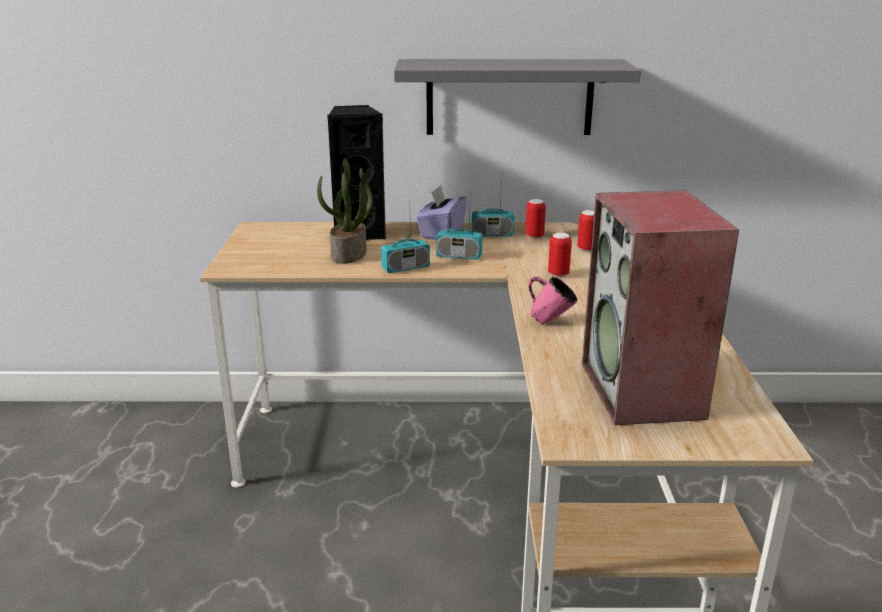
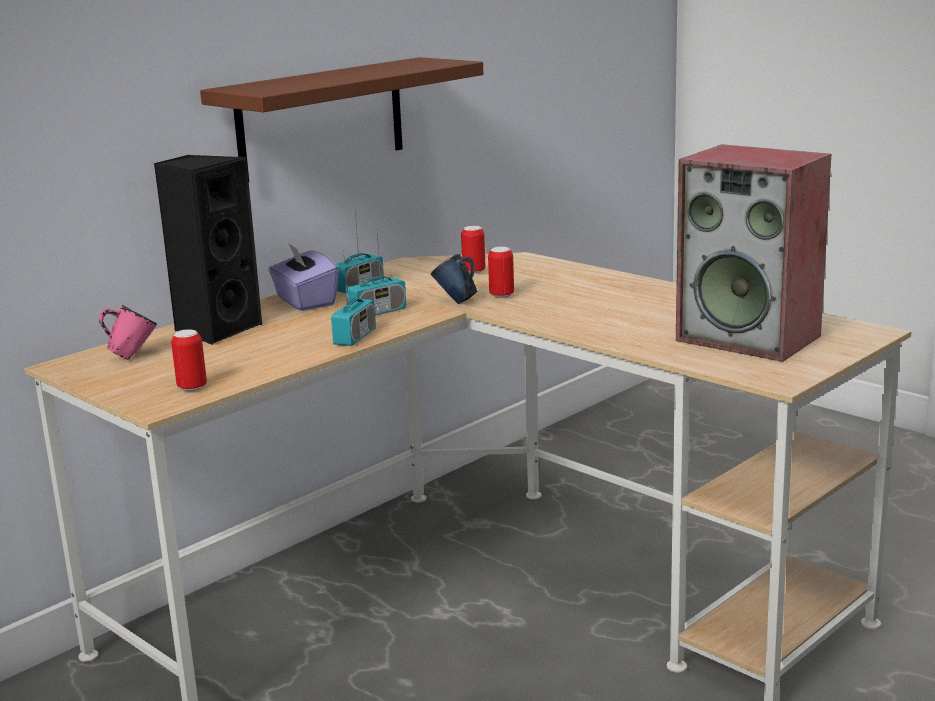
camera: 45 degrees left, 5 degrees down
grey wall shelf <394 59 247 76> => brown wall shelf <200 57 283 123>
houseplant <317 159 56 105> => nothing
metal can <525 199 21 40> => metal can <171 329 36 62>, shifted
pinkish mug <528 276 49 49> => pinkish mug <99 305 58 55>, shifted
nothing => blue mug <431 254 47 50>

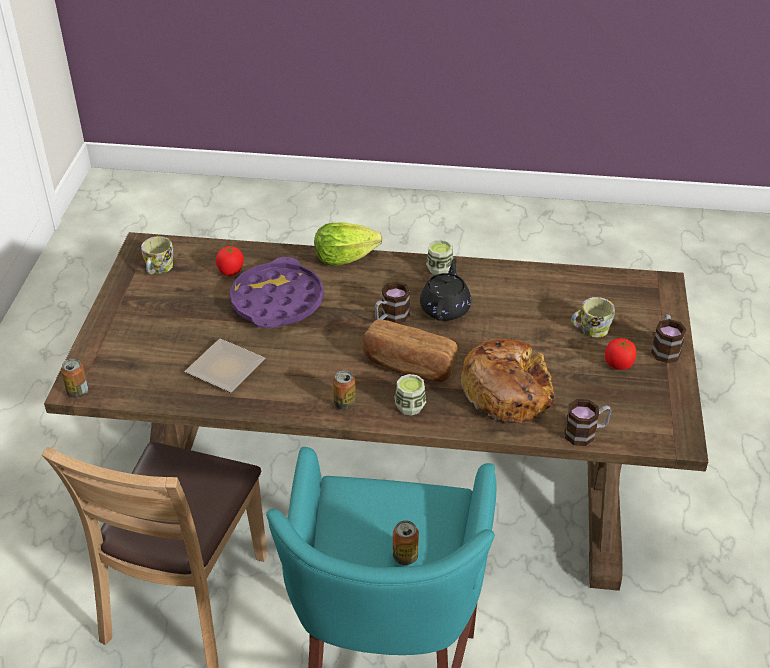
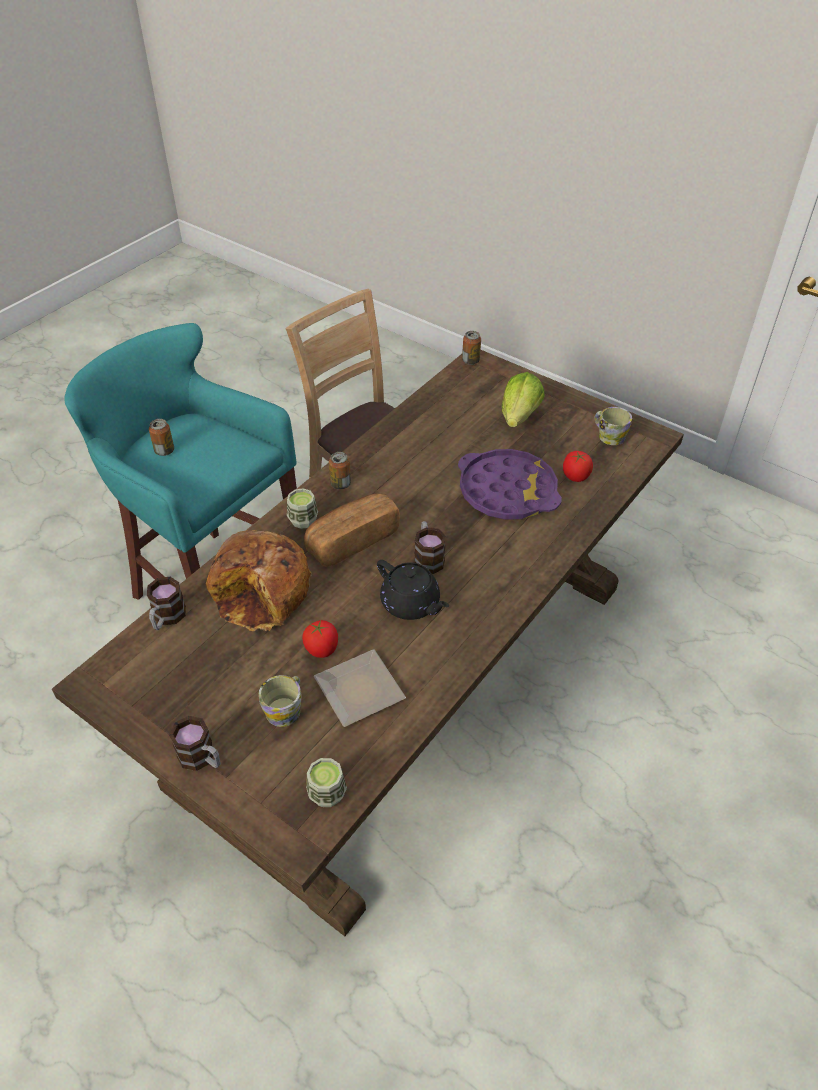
camera: 120 degrees right, 5 degrees up
lettuce <314 222 68 44> => lettuce <502 372 43 55>, shifted
cup <426 240 27 35> => cup <306 758 41 49>, shifted
whole tomato <605 338 31 32> => whole tomato <302 620 36 38>, shifted
flat dish <185 339 81 54> => flat dish <314 649 92 78>, shifted

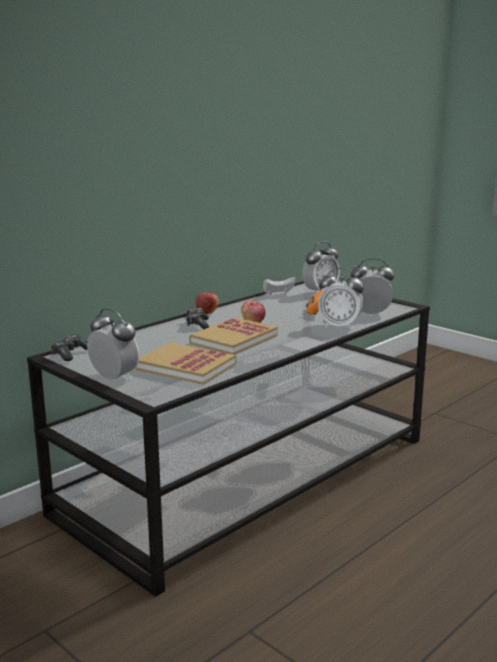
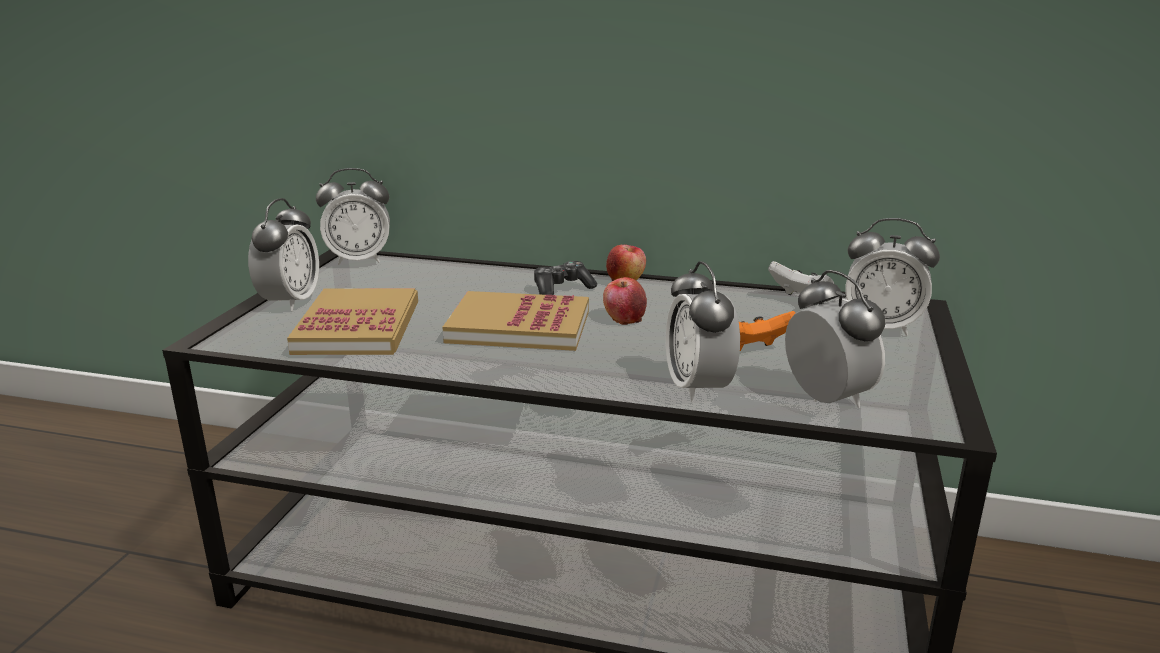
camera: 60 degrees right, 5 degrees up
joypad <51 335 36 26> => alarm clock <316 168 74 97>

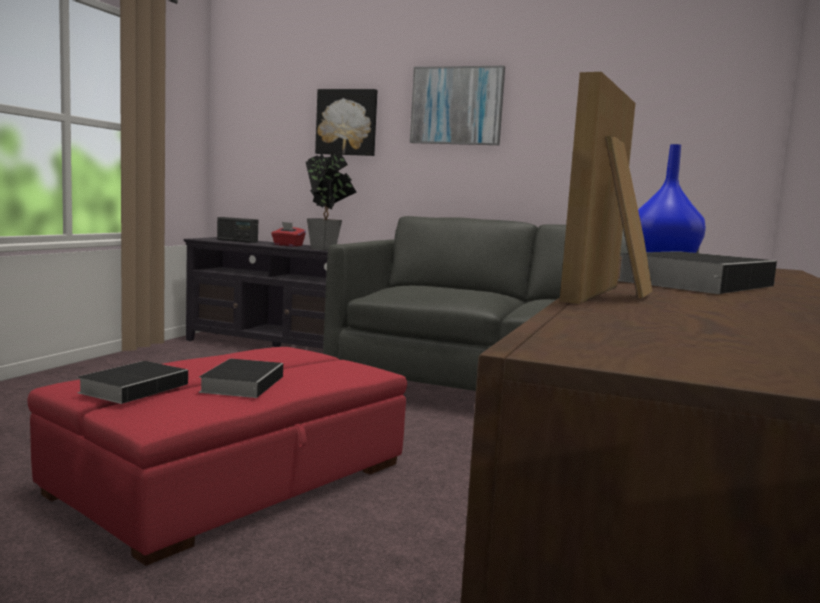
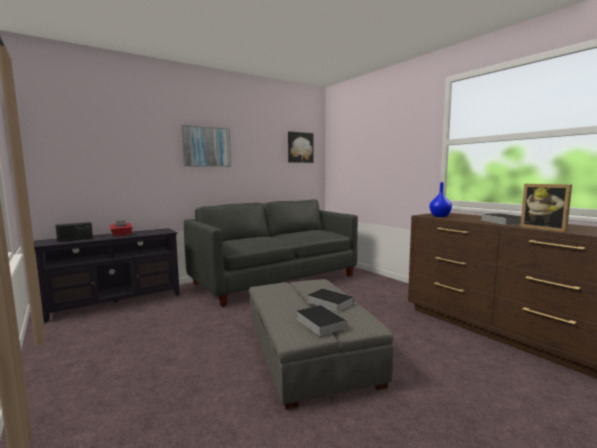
camera: 55 degrees left, 0 degrees up
wall art <315 89 62 67> => wall art <288 131 26 32>, shifted
houseplant <306 151 50 99> => nothing
reddish pouffe <27 347 380 219> => grey pouffe <249 279 145 130>

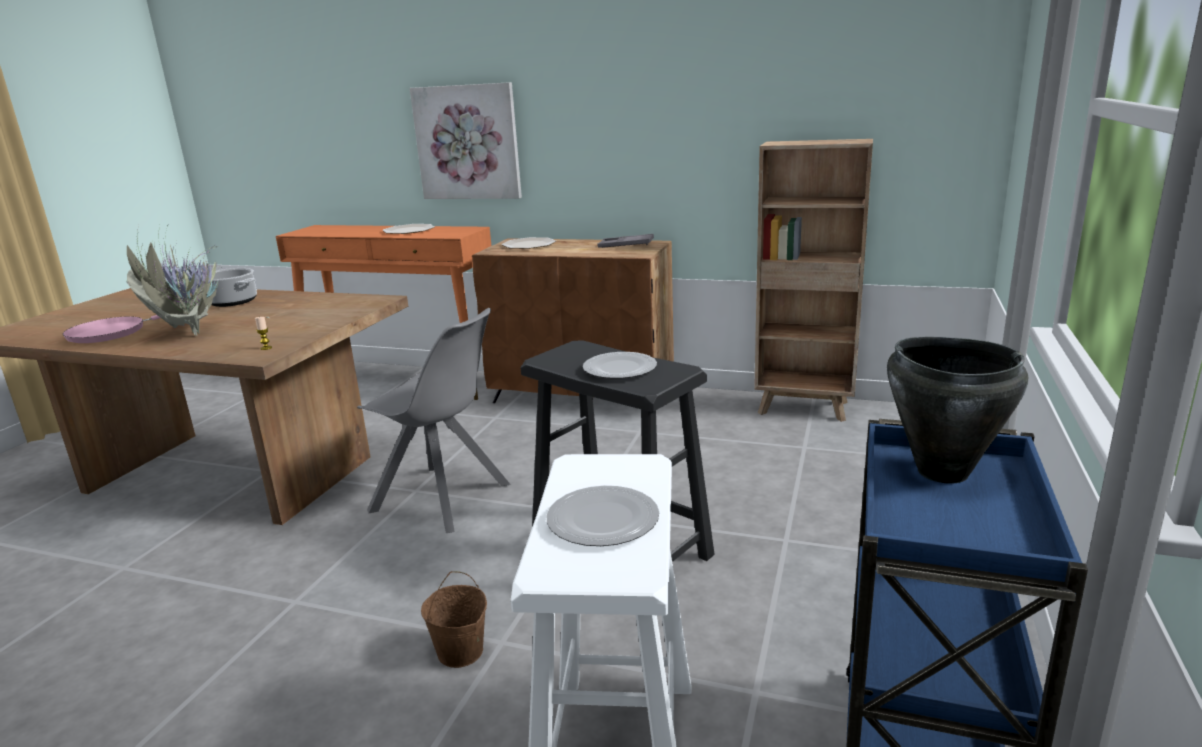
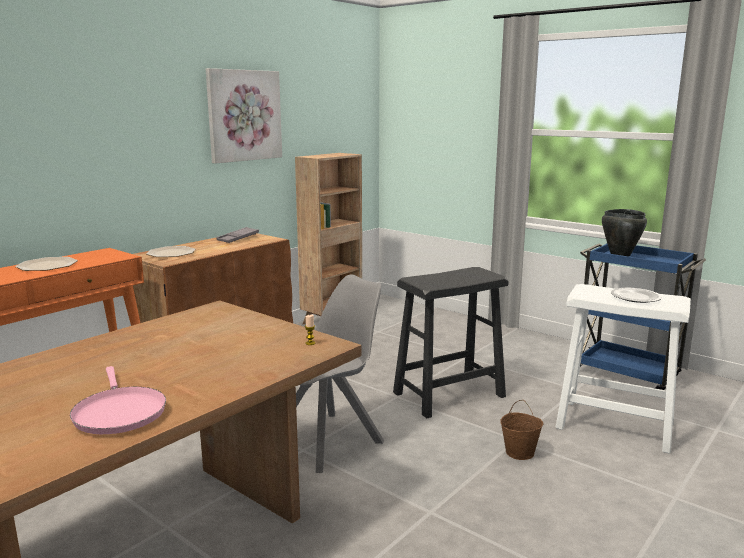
camera: 70 degrees left, 5 degrees down
wall art <410 82 112 117> => wall art <206 68 76 96>, shifted
houseplant <126 223 143 113> => nothing
saucepot <212 268 45 39> => nothing
flat dish <583 352 74 27> => nothing

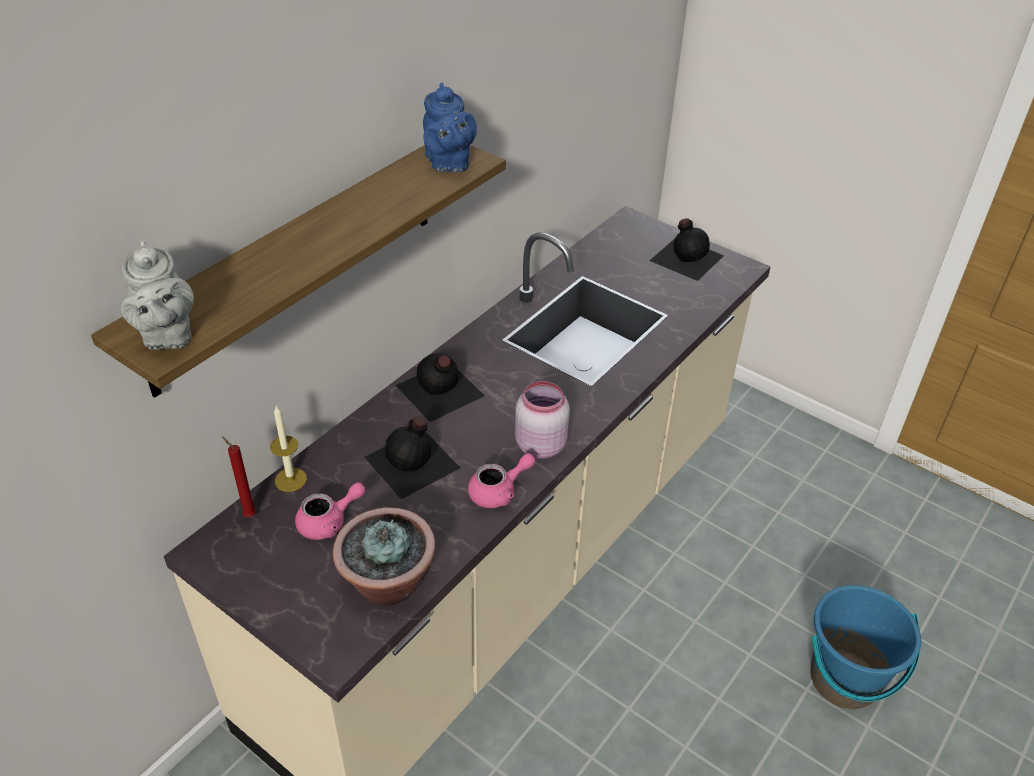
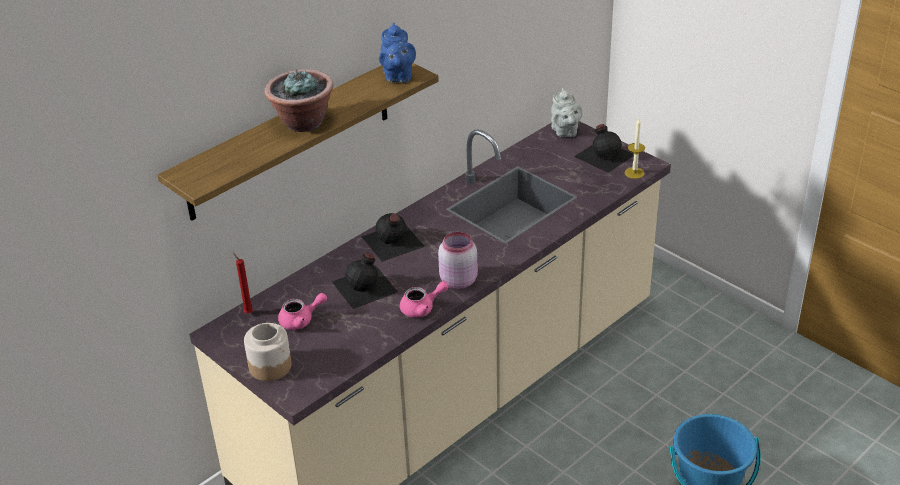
camera: 10 degrees right, 5 degrees down
grey tea pot <121 240 73 110> => grey tea pot <551 88 32 49>, shifted
candle <270 406 37 86> => candle <625 119 20 60>, shifted
houseplant <333 507 103 99> => houseplant <264 69 70 63>, shifted
nothing => storage jar <244 323 48 58>

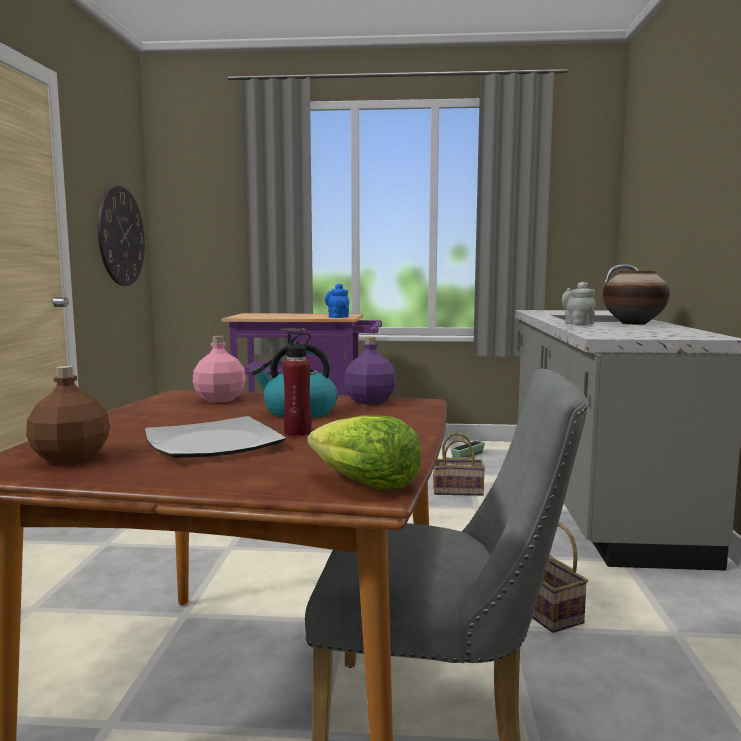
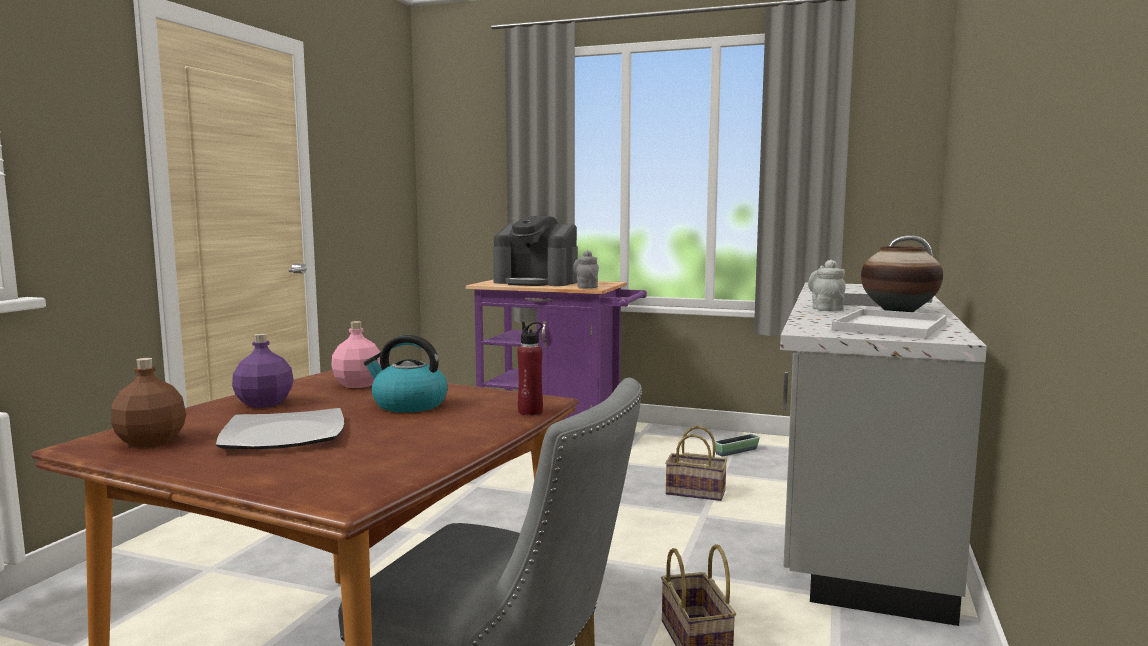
camera: 15 degrees right, 0 degrees up
clock on the wall <98 186 47 100> => nothing
blue tea pot <325 283 24 35> => grey tea pot <573 250 26 39>
reddish bottle <283 333 28 103> => reddish bottle <517 322 26 94>, shifted
purplish bottle <344 337 52 68> => purplish bottle <232 333 62 75>, shifted
lettuce <308 415 113 75> => nothing
nothing => coffee machine <493 216 85 70>
nothing => whitish tray <832 309 115 30>

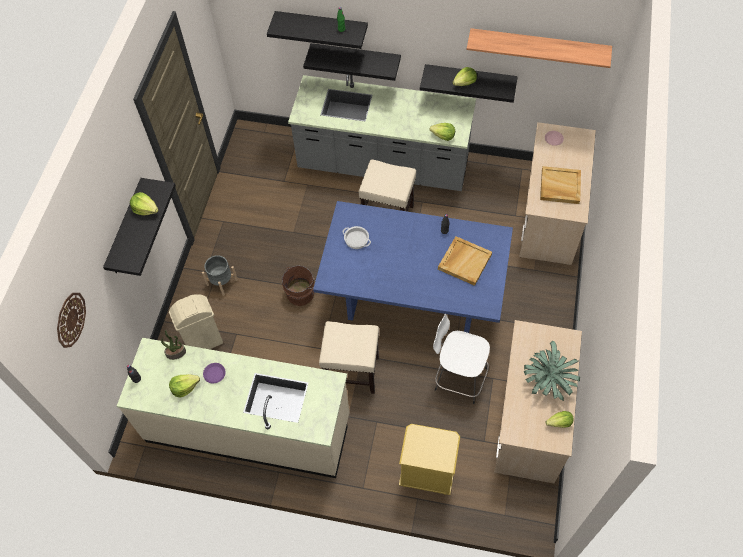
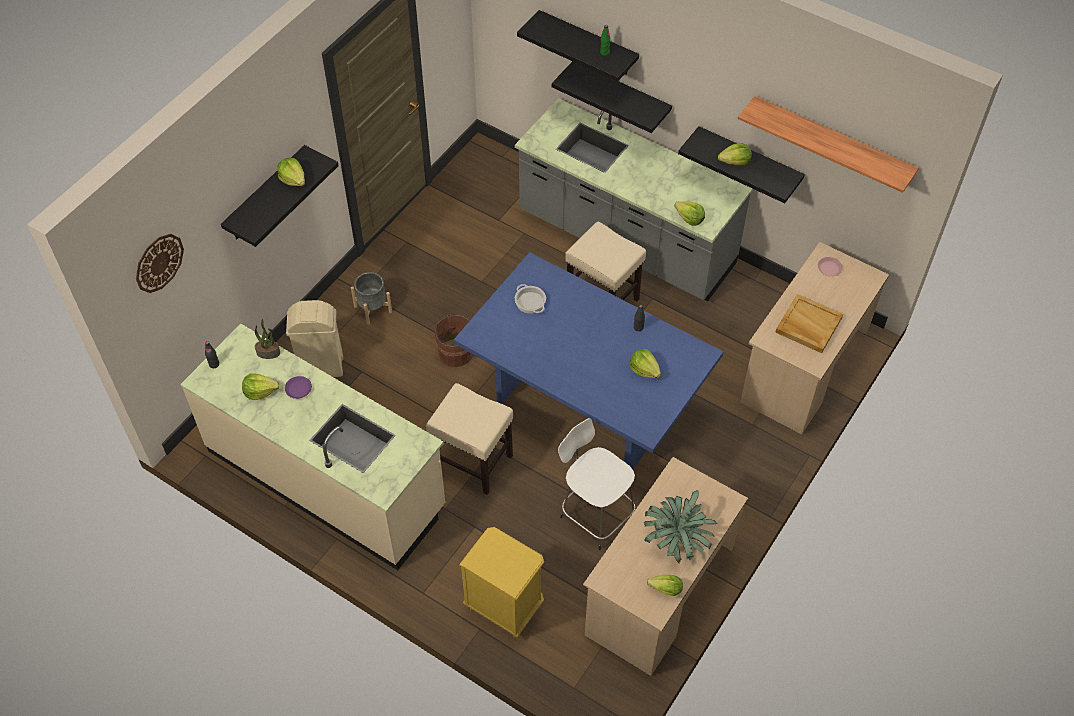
camera: 20 degrees right, 5 degrees down
beige tray <438 236 54 50> => lettuce <630 349 31 29>

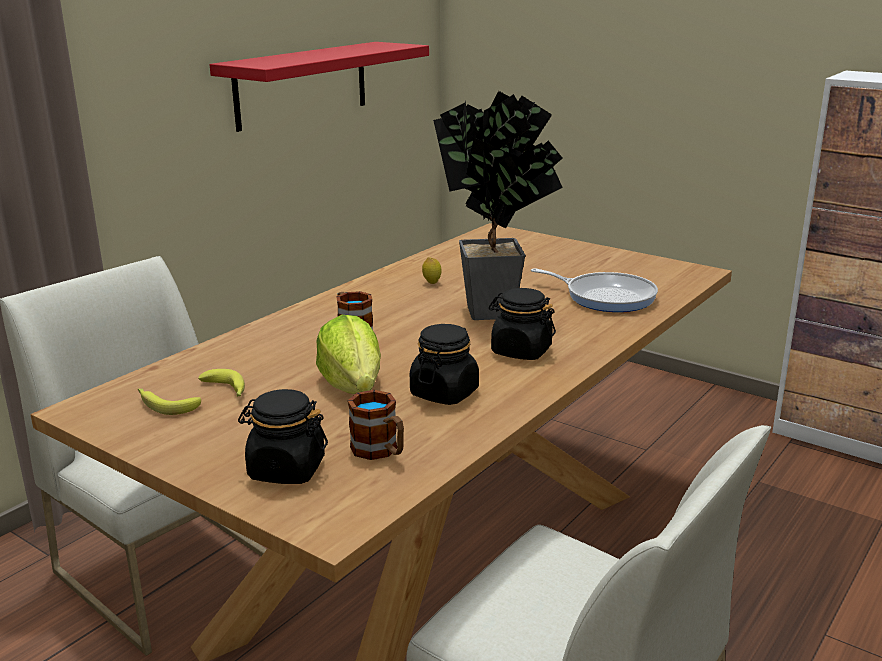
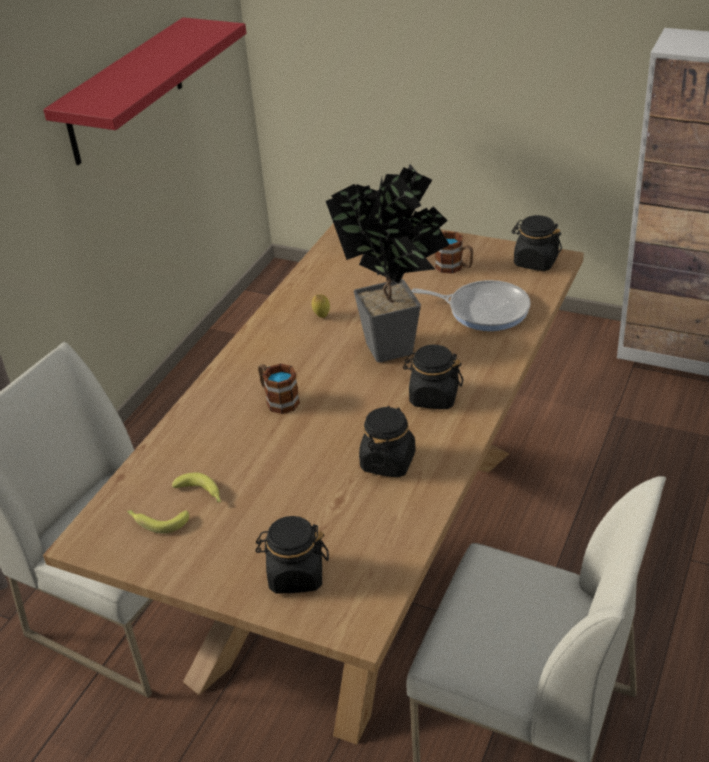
camera: 10 degrees left, 15 degrees up
lettuce <316 315 65 79> => nothing
mug <348 390 56 70> => mug <435 231 38 42>, shifted
nothing => black-coloured storage jar <511 215 51 56>

